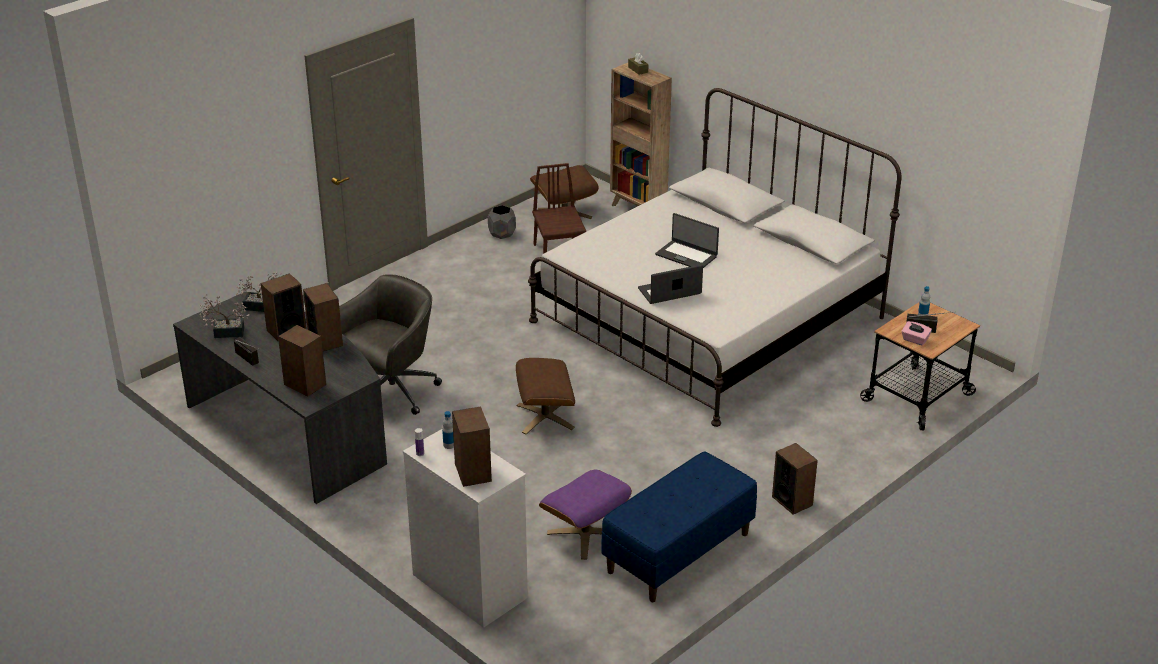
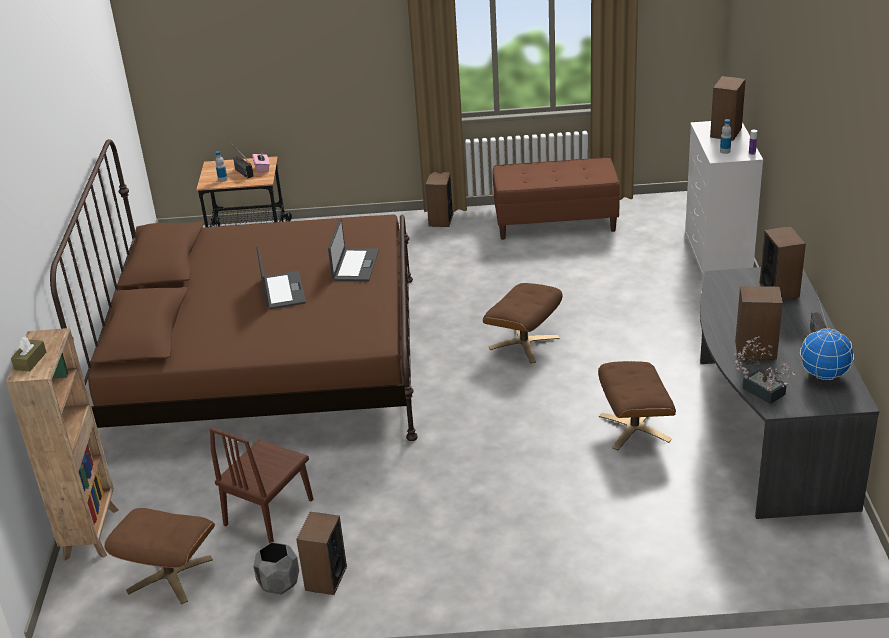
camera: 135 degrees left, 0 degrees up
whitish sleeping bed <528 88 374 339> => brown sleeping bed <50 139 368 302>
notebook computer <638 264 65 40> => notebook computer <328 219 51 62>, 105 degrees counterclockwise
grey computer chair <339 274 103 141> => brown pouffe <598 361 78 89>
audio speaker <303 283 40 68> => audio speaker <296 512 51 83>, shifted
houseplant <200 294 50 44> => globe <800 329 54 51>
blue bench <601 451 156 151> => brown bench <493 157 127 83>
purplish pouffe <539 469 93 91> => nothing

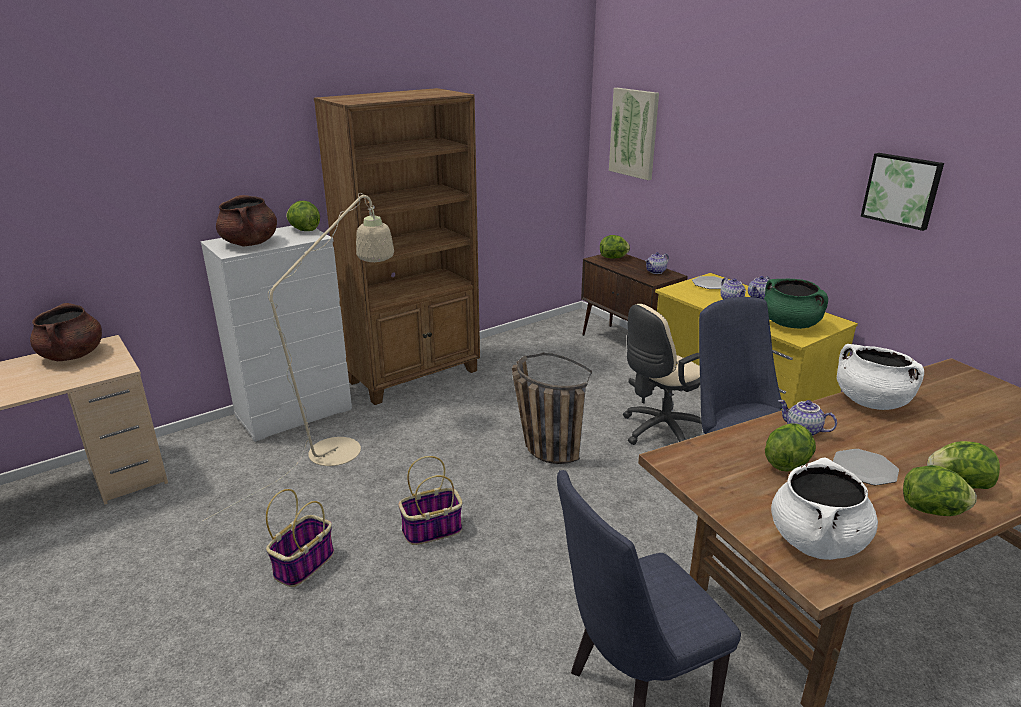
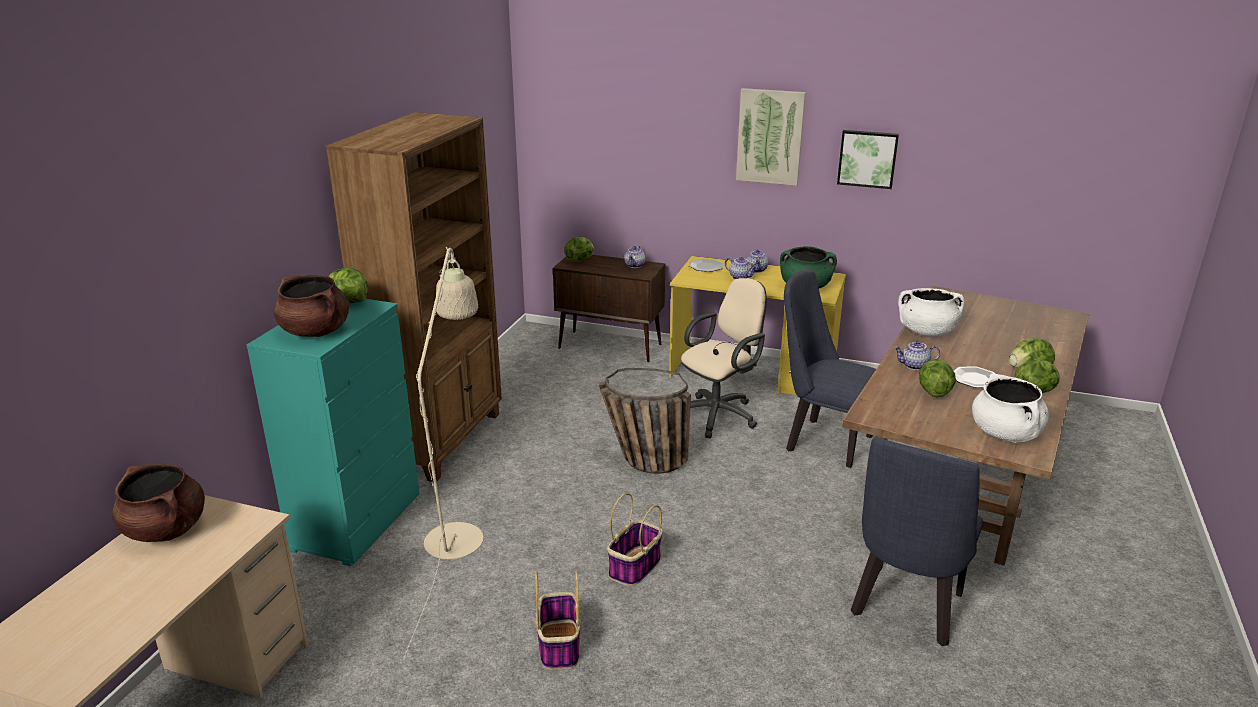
camera: 35 degrees left, 0 degrees up
wall art <609 88 50 92> => wall art <736 88 70 98>, shifted
whitish drawer chest <201 226 151 216> => turquoise drawer chest <247 299 172 267>
beige computer chair <623 304 79 141> => beige computer chair <681 278 85 160>, 150 degrees counterclockwise

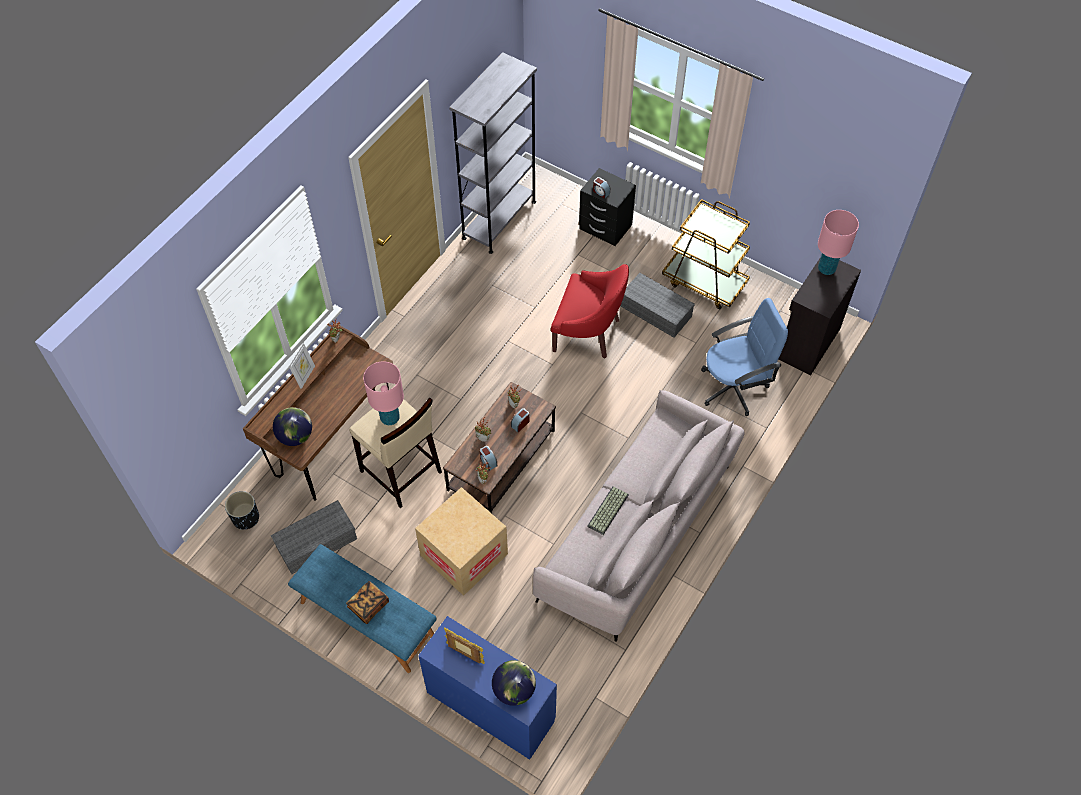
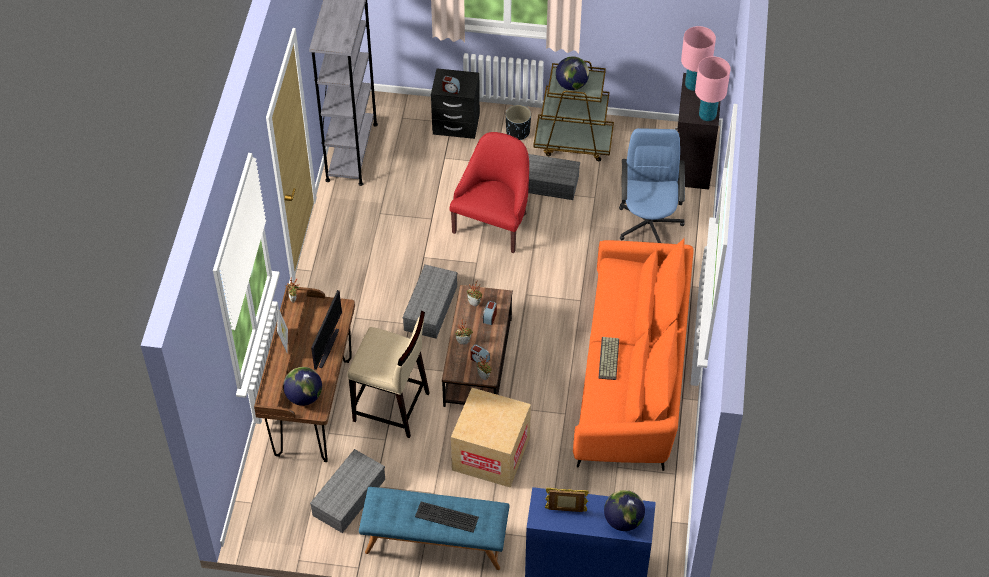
camera: 25 degrees left, 5 degrees down
reddish easy chair <551 264 78 95> => reddish easy chair <450 132 79 121>, 60 degrees counterclockwise
blue computer chair <701 298 87 118> => blue computer chair <619 128 66 115>, 45 degrees counterclockwise
pinkish lamp for a table <363 361 41 64> => pinkish lamp for a table <695 56 36 65>, shifted
grey sofa <533 390 212 252> => orangey sofa <573 238 121 233>
black-coloured flower pot <225 491 34 39> => black-coloured flower pot <506 105 25 35>, shifted
volume <346 581 43 43> => computer keyboard <415 502 64 30>
nothing => globe <556 56 33 34>
nothing => grey storage bin <403 264 55 75>
nothing => monitor <311 290 31 80>

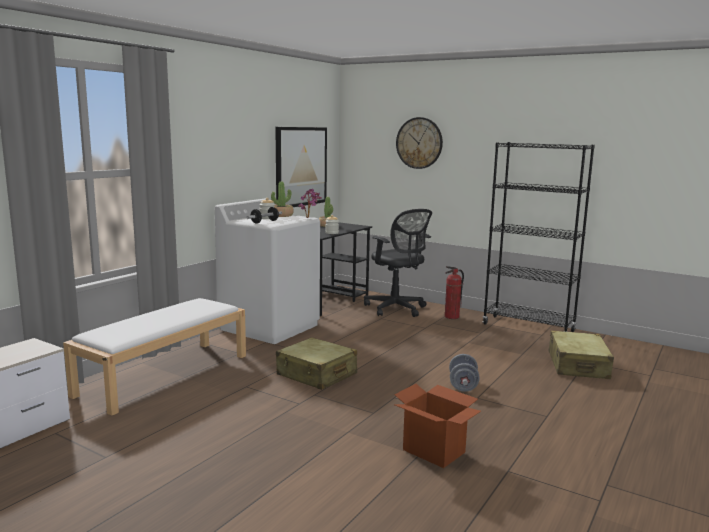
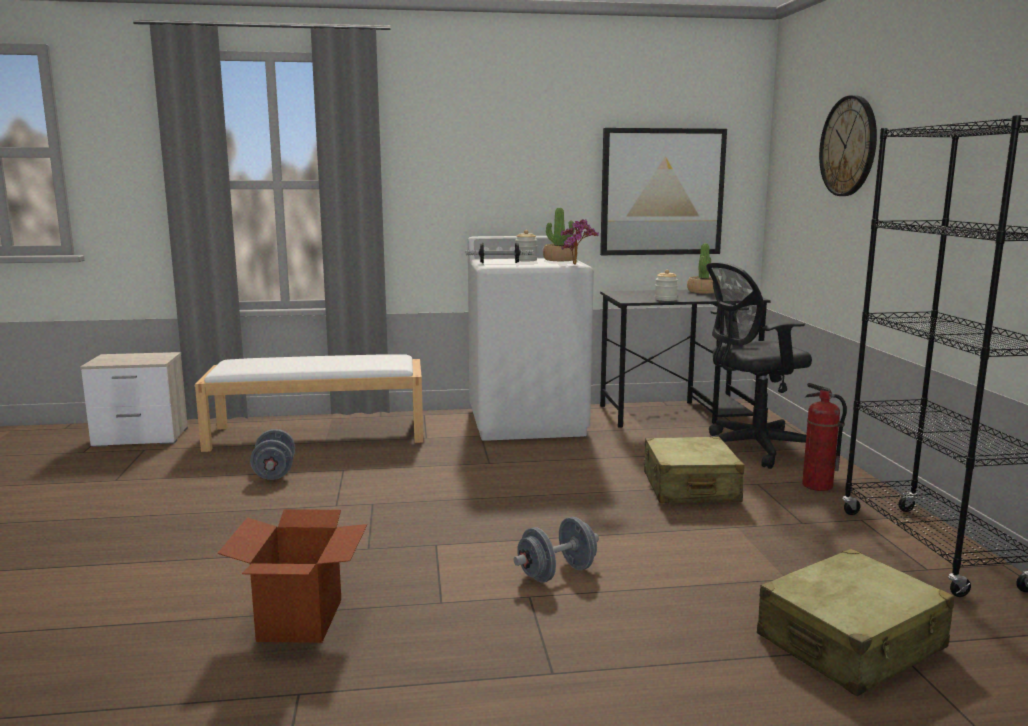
camera: 50 degrees right, 0 degrees up
black-coloured computer chair <364 209 68 108> => black-coloured computer chair <706 262 106 207>, 60 degrees clockwise
beige piece of luggage <276 337 81 53> => beige piece of luggage <644 436 100 67>, shifted
nothing => grey dumbbell <250 429 45 51>

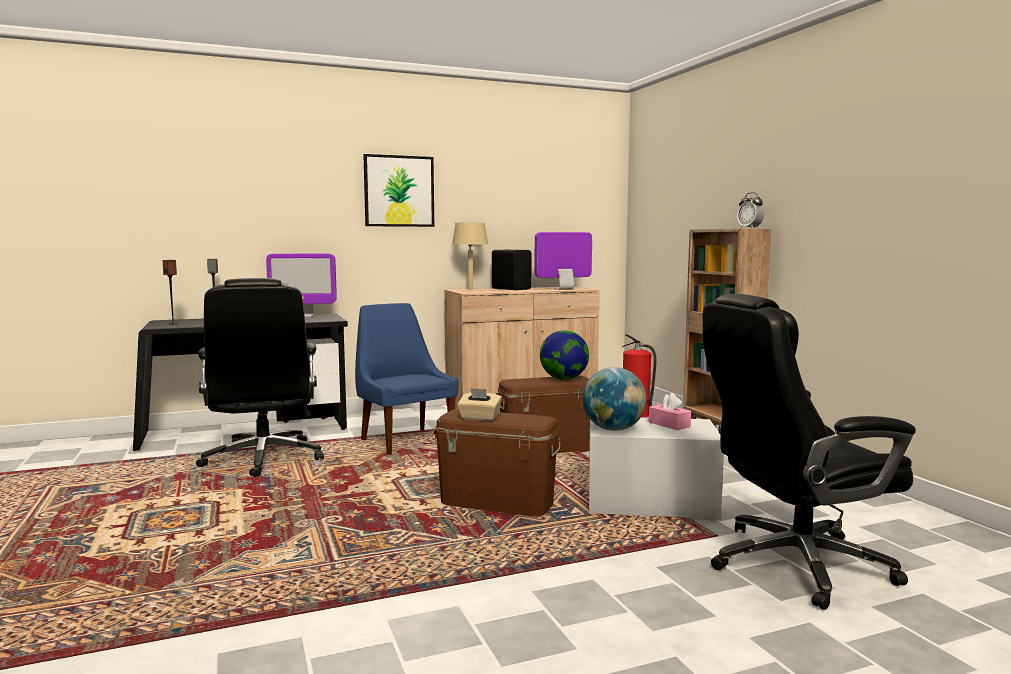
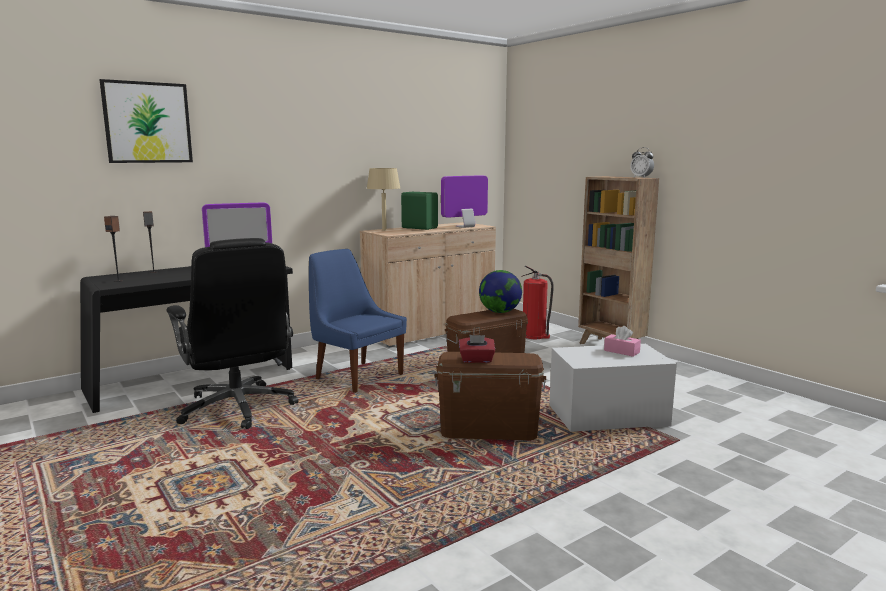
camera: 15 degrees left, 5 degrees up
wall art <363 154 71 73> => wall art <100 79 93 84>, shifted
black-coloured audio speaker <492 250 39 40> => green audio speaker <401 192 37 38>
black-coloured computer chair <702 293 214 317> => nothing
globe <582 367 65 64> => nothing
beige box of tissues <457 388 45 33> => reddish box of tissues <459 335 36 28>

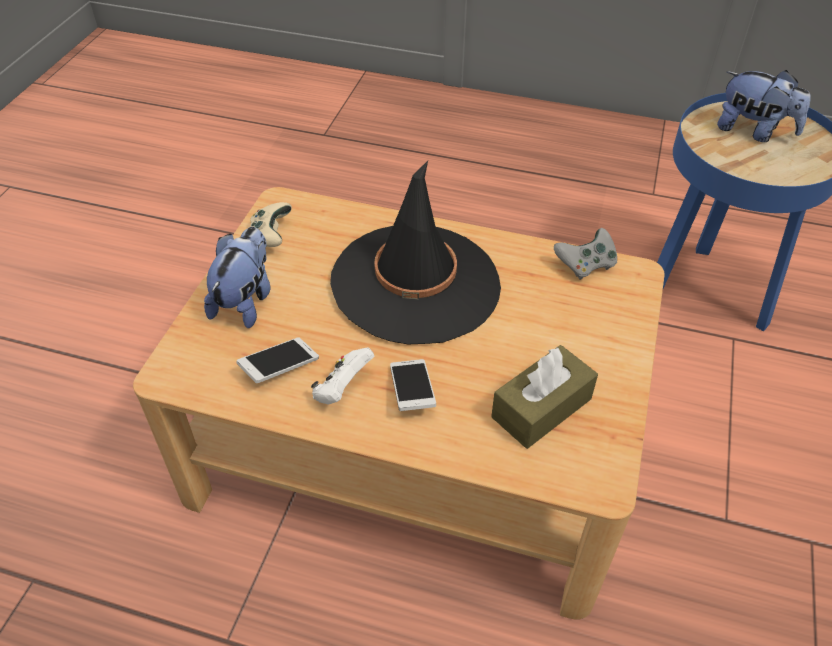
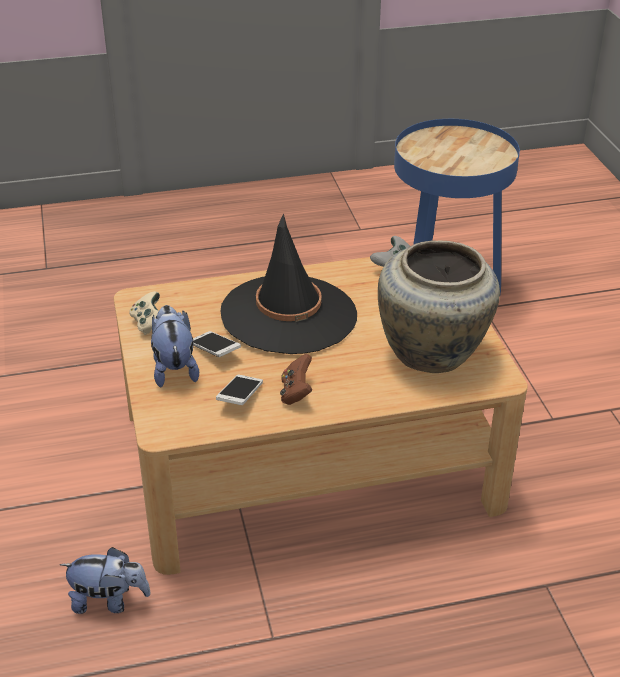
camera: 30 degrees left, 10 degrees down
plush toy <717 70 94 72> => plush toy <60 547 91 67>, shifted
brown box of tissues <491 345 107 104> => beige decorative vase <378 240 122 133>
whitish joypad <311 348 63 57> => brown joypad <280 354 32 51>
telephone <390 359 46 52> => telephone <193 331 48 26>, shifted

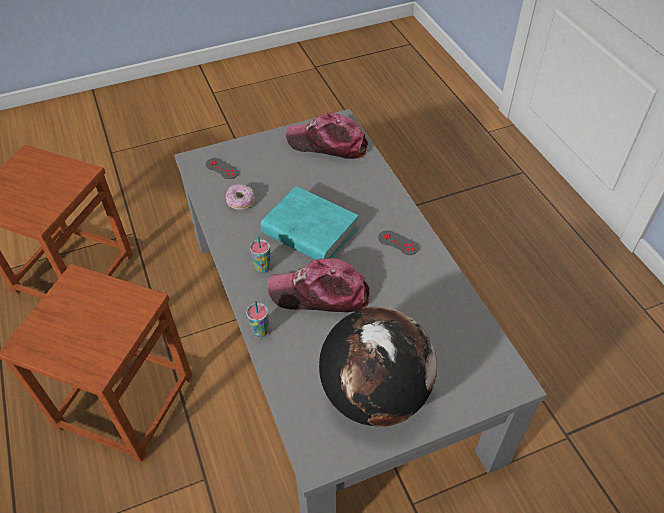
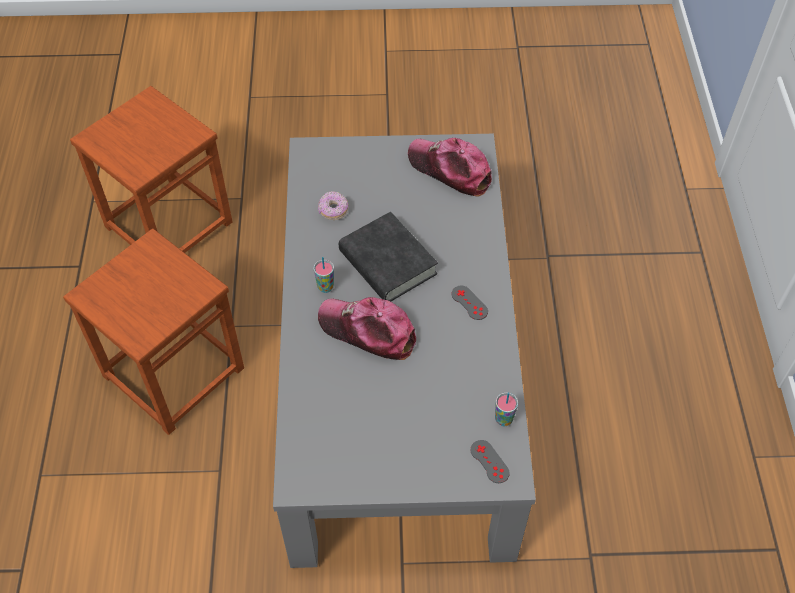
camera: 20 degrees right, 5 degrees up
grey joypad <206 158 33 21> => grey joypad <471 440 39 43>, shifted
turquoise volume <260 186 99 74> => black-coloured volume <339 212 99 90>
cup <246 300 23 38> => cup <495 392 23 34>, shifted
globe <319 307 118 120> => nothing

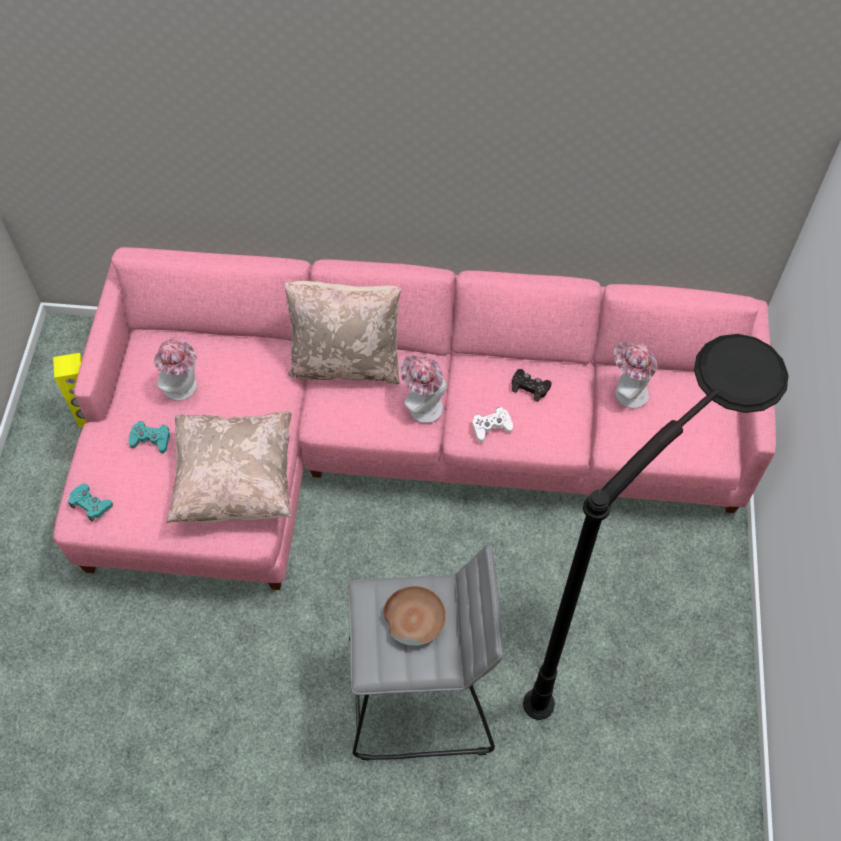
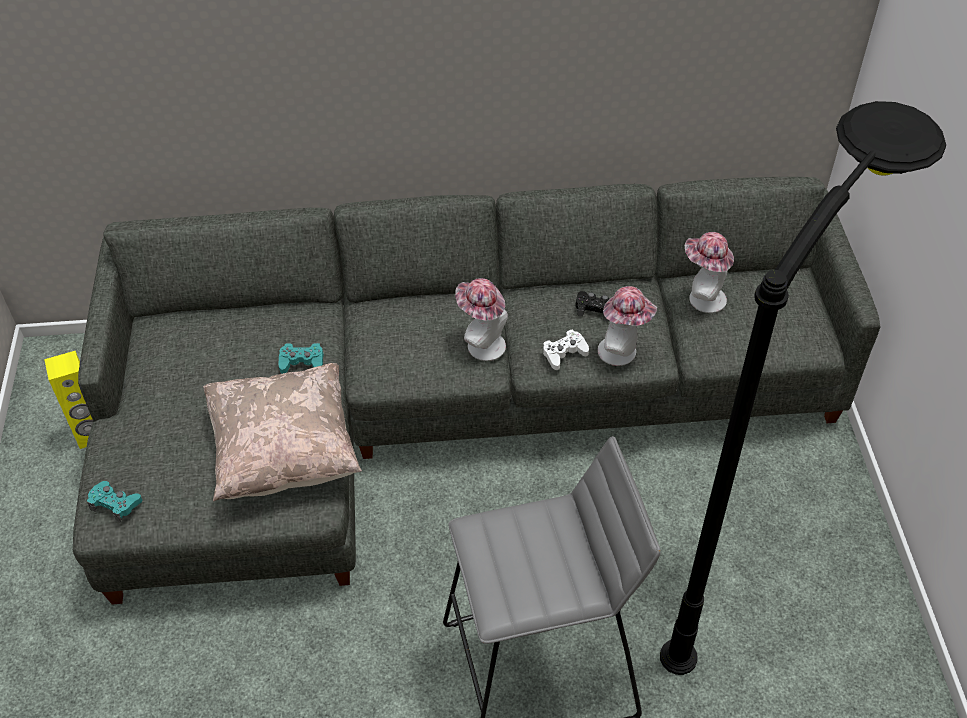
camera: 10 degrees left, 10 degrees down
pinkish sofa <53 247 723 343> => grey sofa <73 177 808 427>
beige throw pillow <284 281 117 103> => nothing
hat <154 339 43 62> => hat <598 286 59 80>, shifted
turquoise joypad <128 421 42 32> => turquoise joypad <278 343 46 31>, shifted
brown deep dish <383 586 63 60> => nothing

